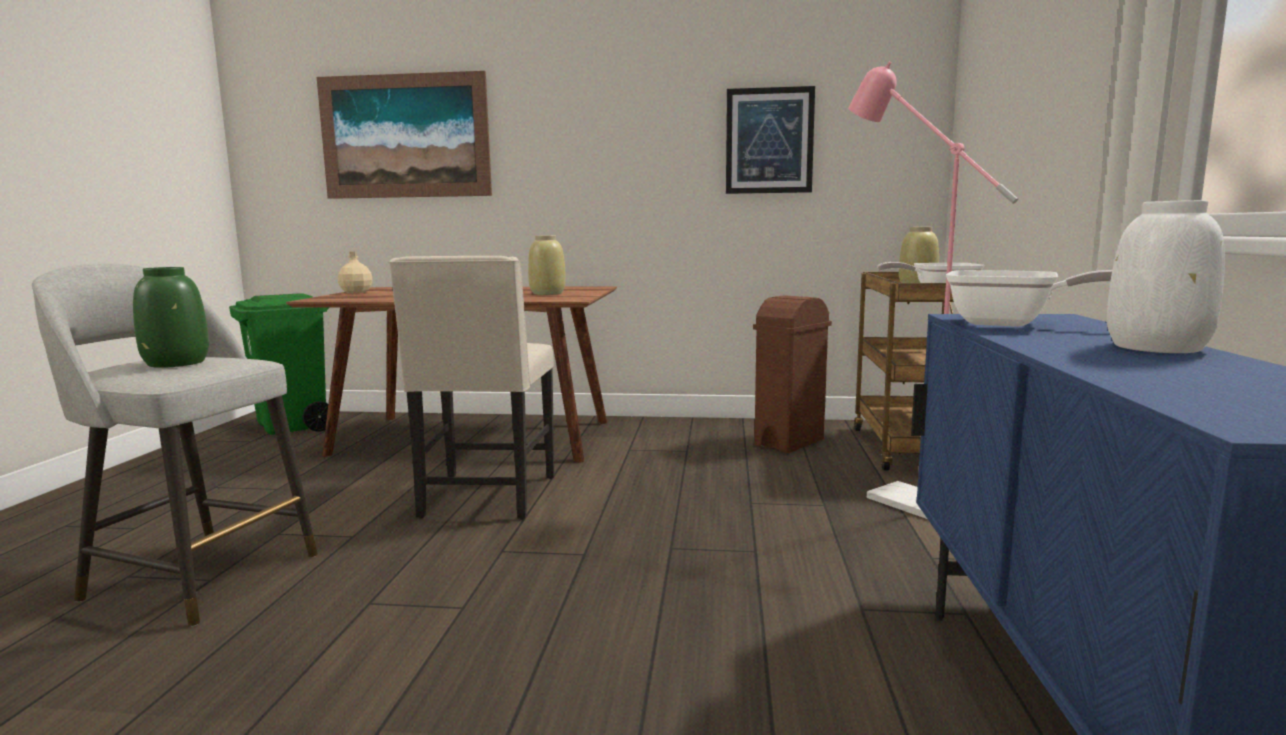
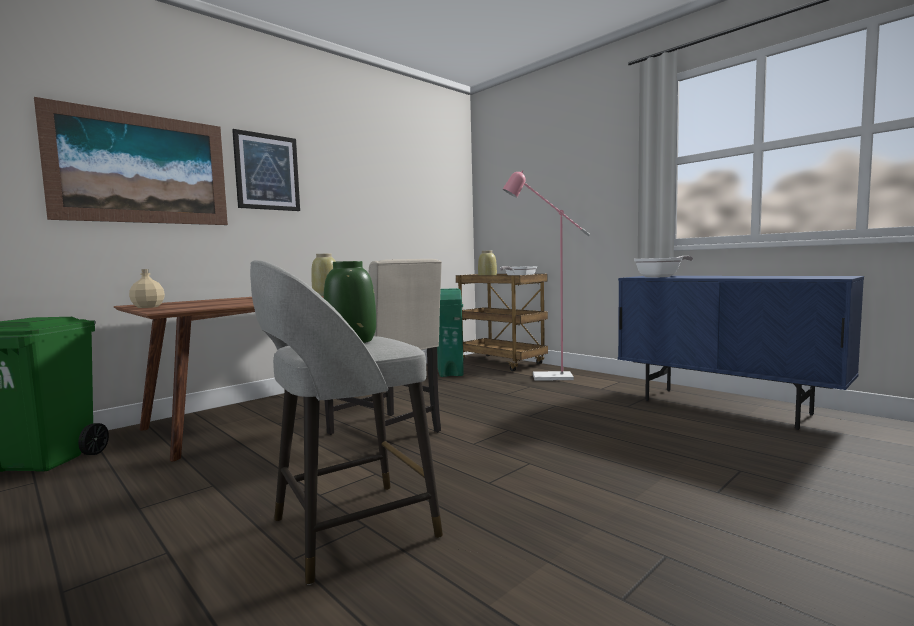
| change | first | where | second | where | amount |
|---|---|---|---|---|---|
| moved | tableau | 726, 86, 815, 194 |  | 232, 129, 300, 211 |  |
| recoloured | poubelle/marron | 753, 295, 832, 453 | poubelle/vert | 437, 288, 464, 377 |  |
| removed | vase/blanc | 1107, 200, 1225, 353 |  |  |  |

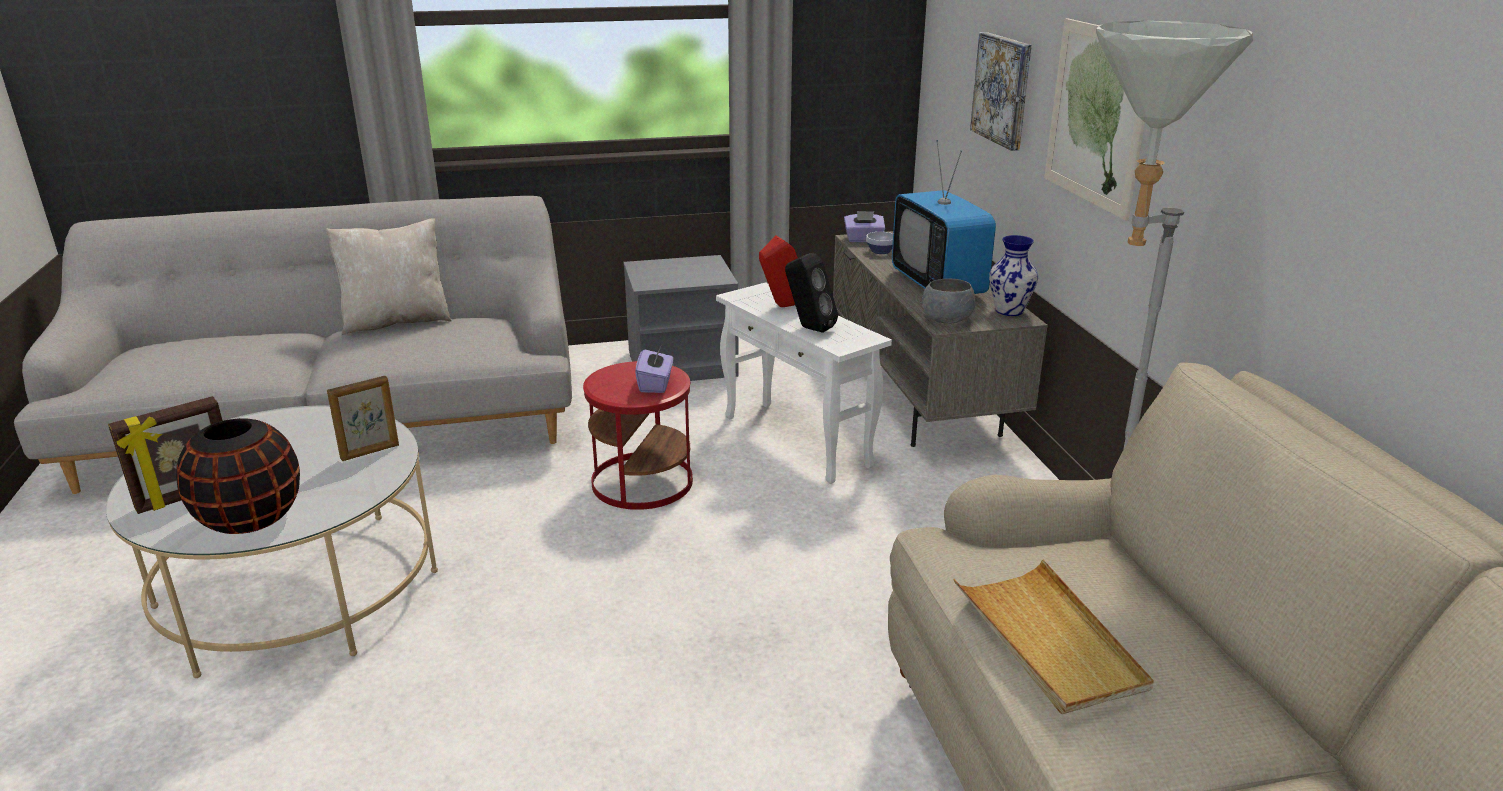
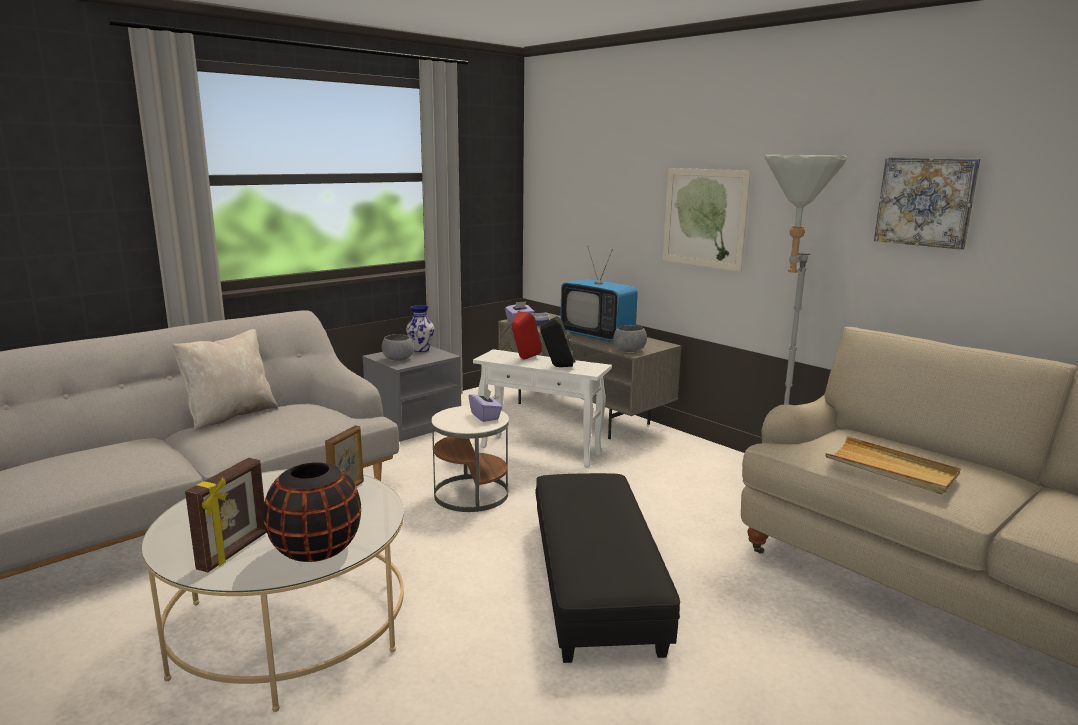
| change | first | where | second | where | amount |
|---|---|---|---|---|---|
| recoloured | table d'appoint/rouge | 583, 361, 693, 510 | table d'appoint/blanc | 431, 406, 509, 512 |  |
| moved | tableau | 970, 32, 1032, 151 |  | 874, 157, 980, 250 |  |
| moved | vase | 989, 235, 1038, 316 |  | 406, 305, 435, 352 |  |
| added |  |  | bol/gris | 382, 334, 414, 361 |  |
| added |  |  | pouf/noir | 535, 473, 680, 663 |  |

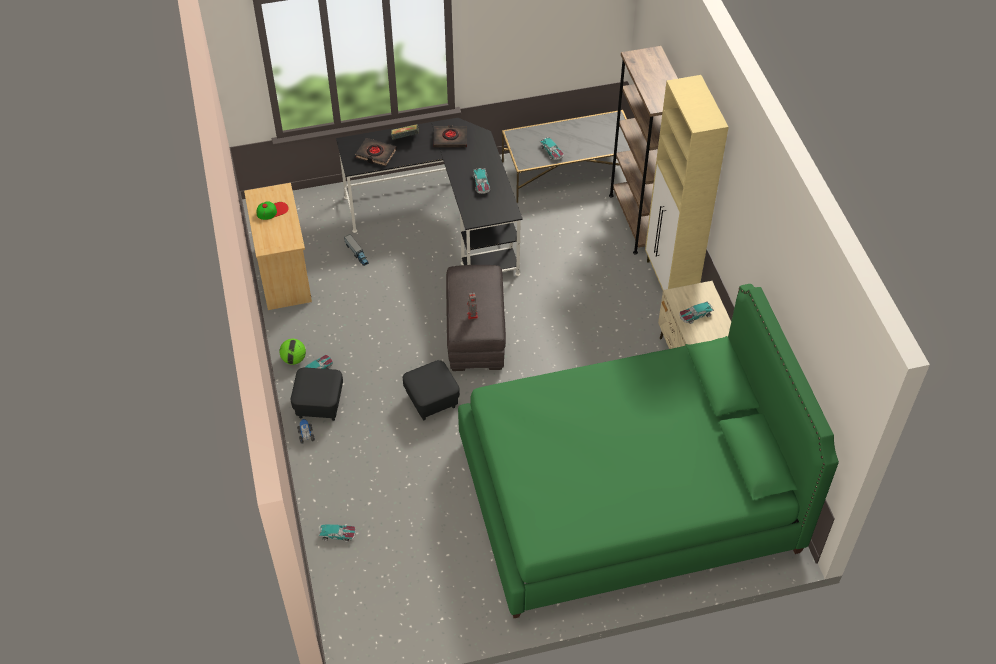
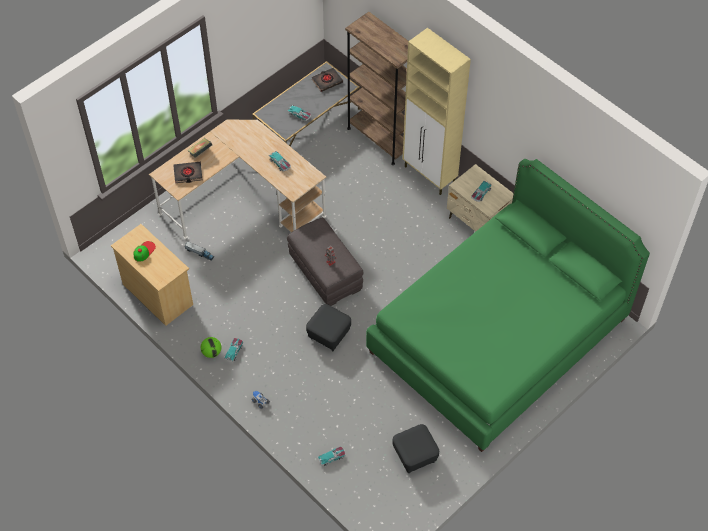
| change | first | where | second | where | amount |
|---|---|---|---|---|---|
| moved | pouf/noir | 291, 367, 343, 421 |  | 392, 424, 439, 473 |  |
| recoloured | bureau/noir | 336, 118, 523, 276 | bureau/beige | 149, 119, 326, 239 |  |
| moved | livre/noir | 433, 125, 467, 147 |  | 312, 68, 343, 92 |  |

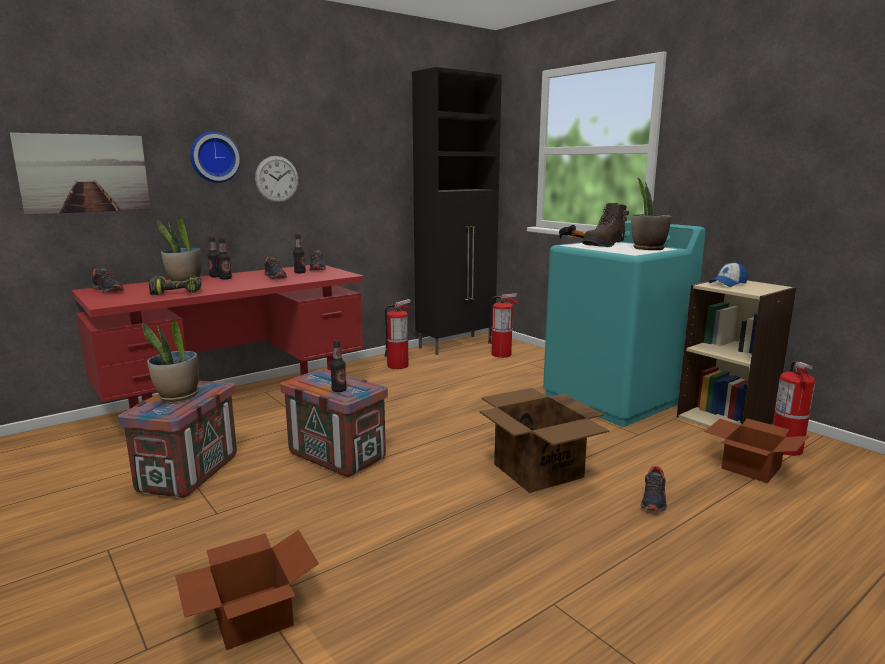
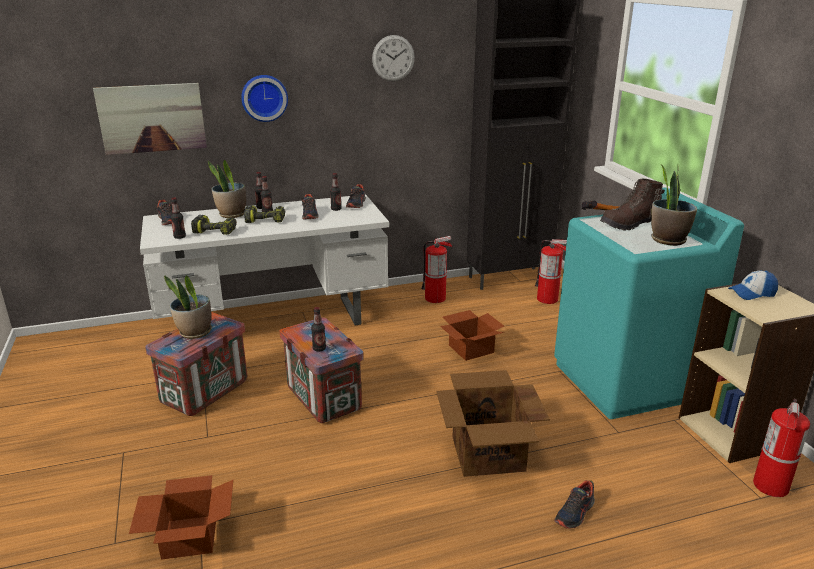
| change | first | where | second | where | amount |
|---|---|---|---|---|---|
| recoloured | bureau/rouge | 72, 265, 364, 409 | bureau/blanc | 140, 194, 389, 325 |  |
| moved | horloge murale | 255, 156, 299, 203 |  | 372, 35, 415, 81 |  |
| moved | carton | 704, 418, 809, 483 |  | 440, 310, 504, 361 |  |
| added |  |  | bouteille | 170, 197, 186, 239 |  |
| added |  |  | perceuse | 244, 205, 285, 223 |  |

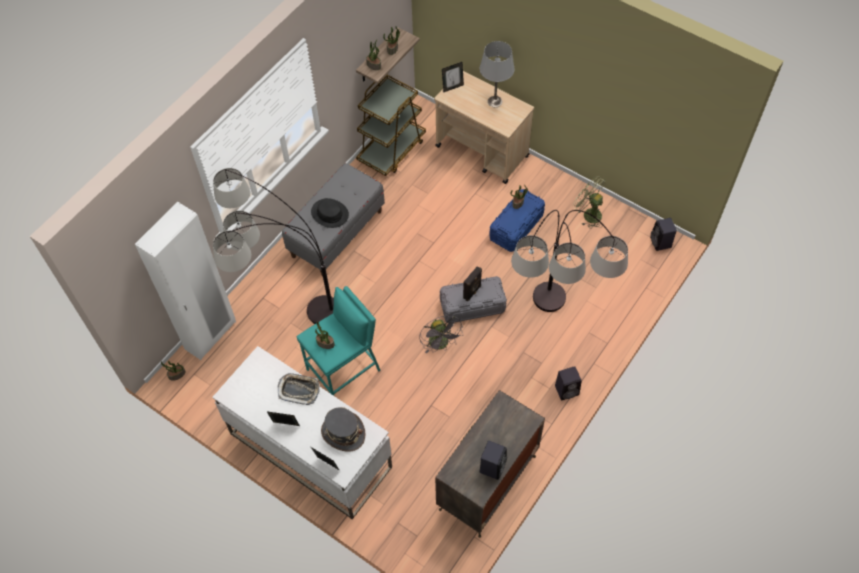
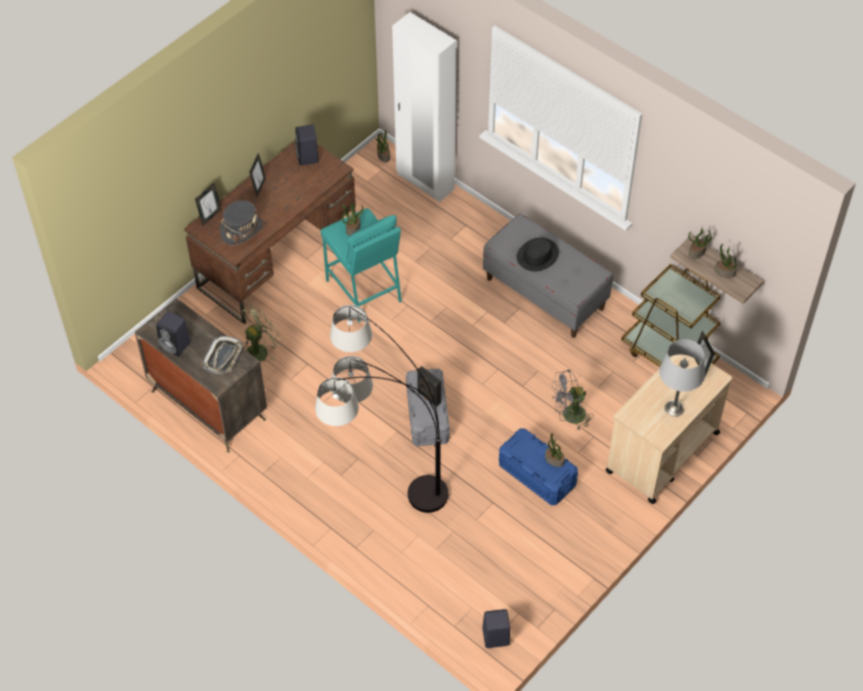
| change | first | where | second | where | amount |
|---|---|---|---|---|---|
| recoloured | bureau/blanc | 212, 346, 392, 519 | bureau/marron | 184, 141, 356, 324 |  |
| removed | lampadaire | 213, 168, 334, 324 |  |  |  |
| moved | plateau | 278, 373, 320, 405 |  | 203, 336, 243, 374 |  |
| moved | ventilateur/gris | 419, 315, 463, 354 |  | 552, 370, 594, 431 |  |
| moved | enceinte/noir | 555, 366, 582, 400 |  | 295, 125, 319, 166 |  |
| moved | ventilateur/vert | 573, 176, 606, 228 |  | 242, 306, 282, 362 |  |

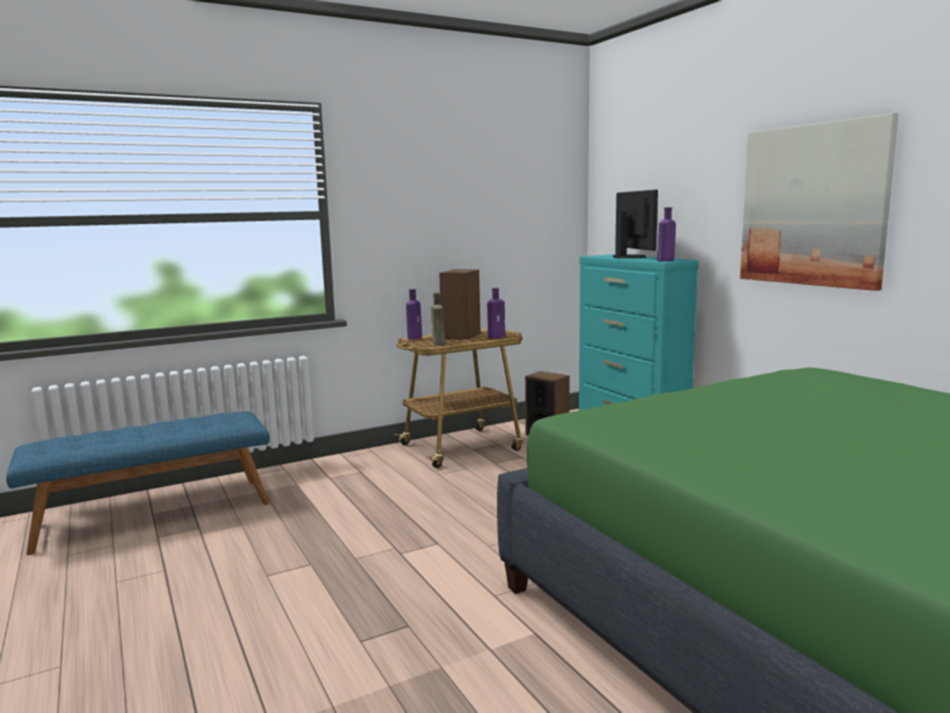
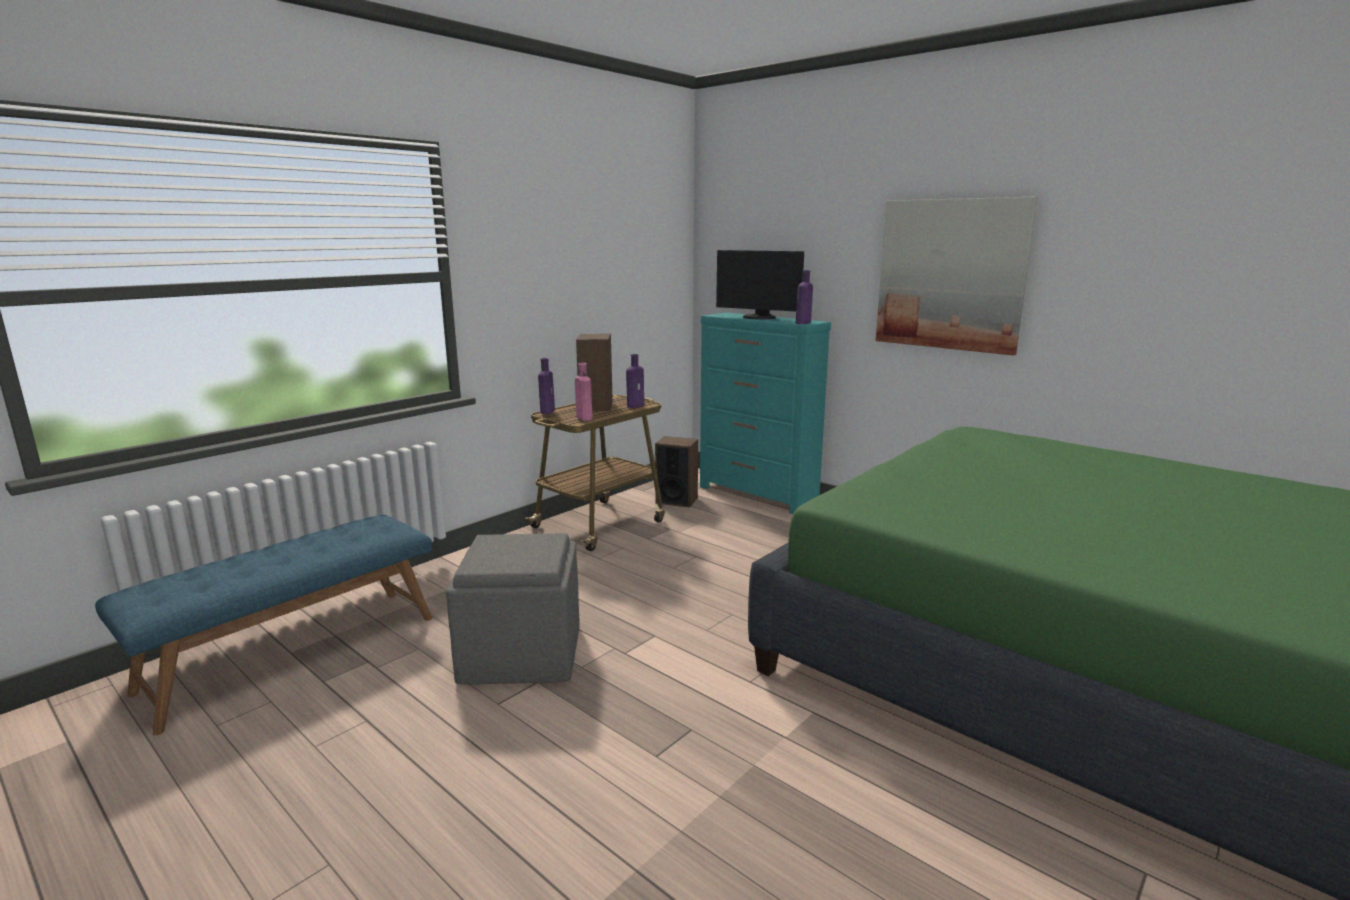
| change | first | where | second | where | amount |
|---|---|---|---|---|---|
| recoloured | bouteille/marron | 431, 293, 445, 346 | bouteille/rose | 575, 363, 593, 421 |  |
| turned | écran d'ordinateur | 613, 190, 658, 259 |  | 716, 250, 804, 319 | 150 degrees clockwise |
| added |  |  | pouf/gris | 446, 533, 579, 684 |  |

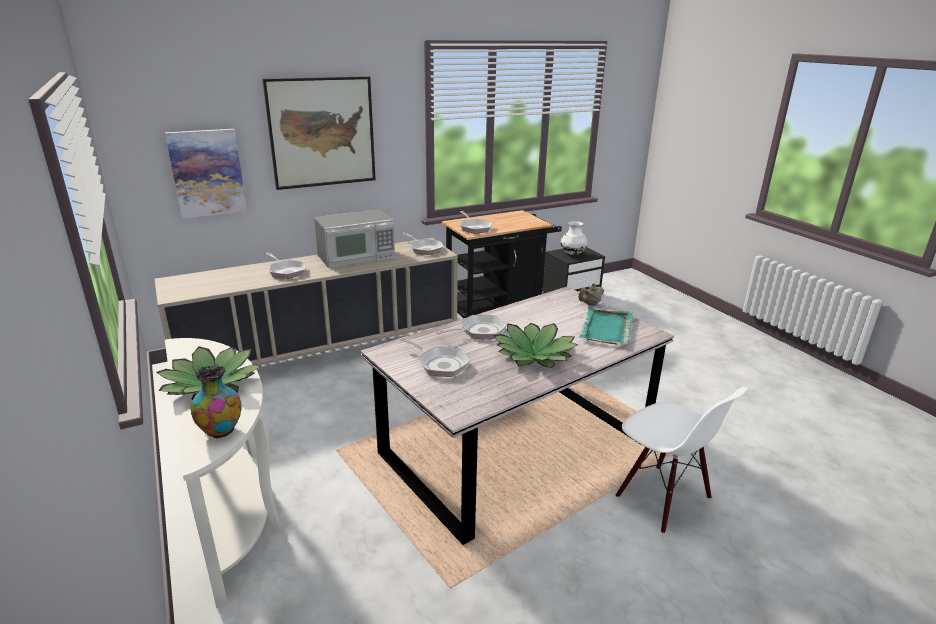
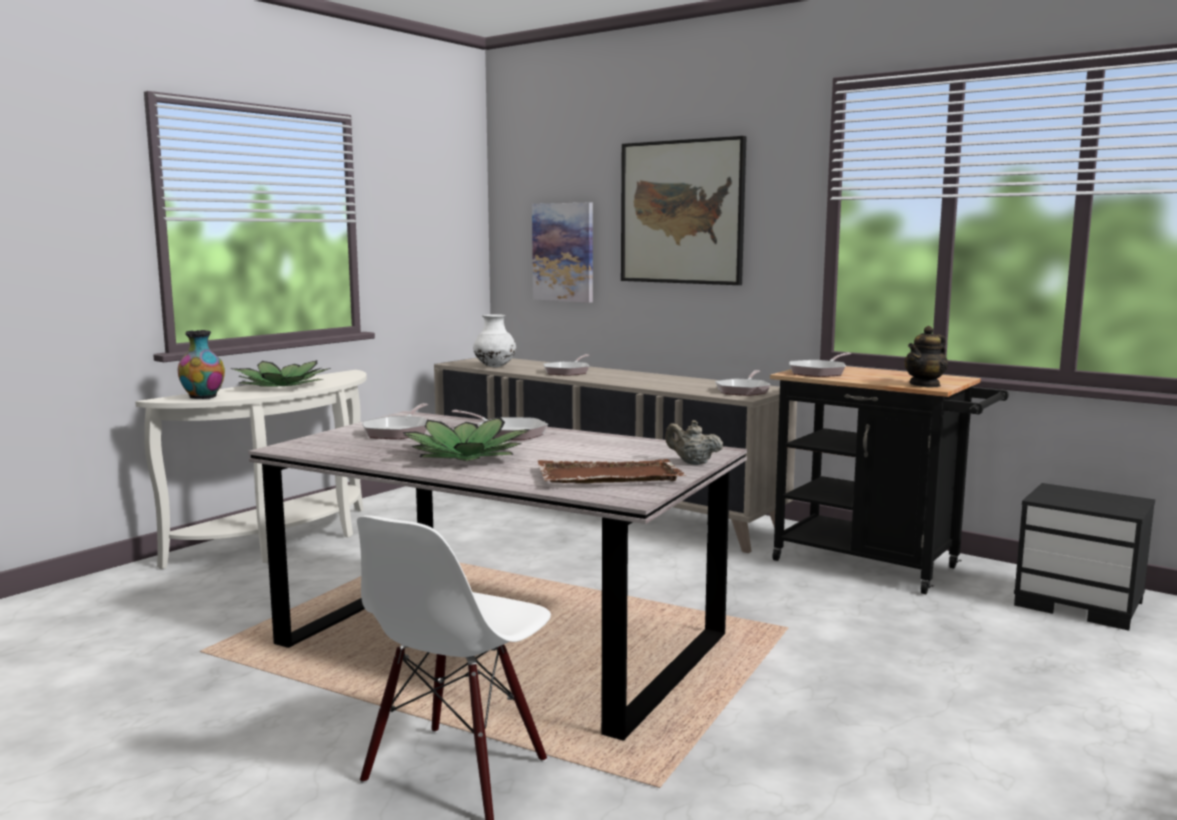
| change | first | where | second | where | amount |
|---|---|---|---|---|---|
| removed | micro-ondes | 314, 209, 395, 268 |  |  |  |
| moved | vase/blanc | 560, 221, 588, 255 |  | 473, 314, 516, 367 |  |
| recoloured | plateau/turquoise | 579, 308, 633, 345 | plateau/marron | 537, 459, 686, 483 |  |
| added |  |  | théière | 904, 326, 948, 388 |  |

